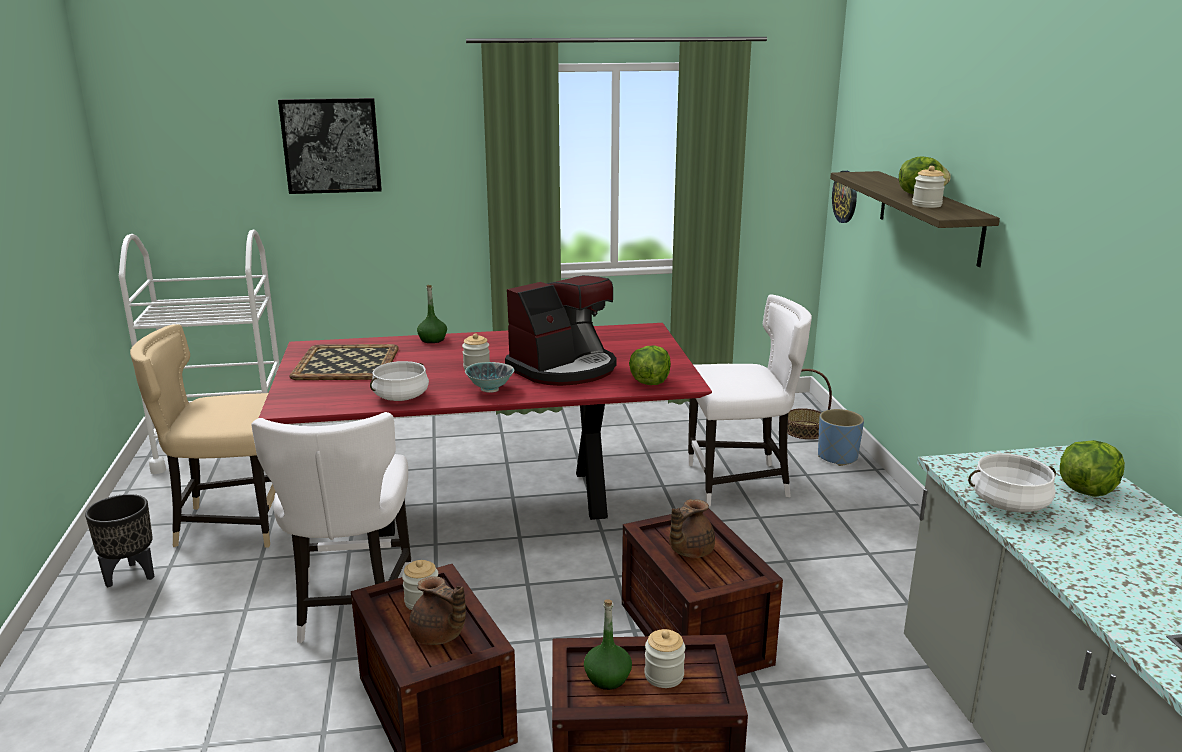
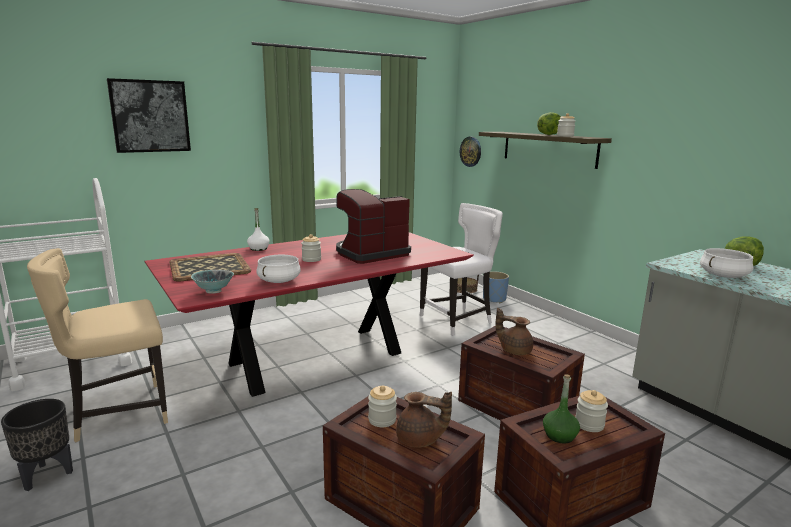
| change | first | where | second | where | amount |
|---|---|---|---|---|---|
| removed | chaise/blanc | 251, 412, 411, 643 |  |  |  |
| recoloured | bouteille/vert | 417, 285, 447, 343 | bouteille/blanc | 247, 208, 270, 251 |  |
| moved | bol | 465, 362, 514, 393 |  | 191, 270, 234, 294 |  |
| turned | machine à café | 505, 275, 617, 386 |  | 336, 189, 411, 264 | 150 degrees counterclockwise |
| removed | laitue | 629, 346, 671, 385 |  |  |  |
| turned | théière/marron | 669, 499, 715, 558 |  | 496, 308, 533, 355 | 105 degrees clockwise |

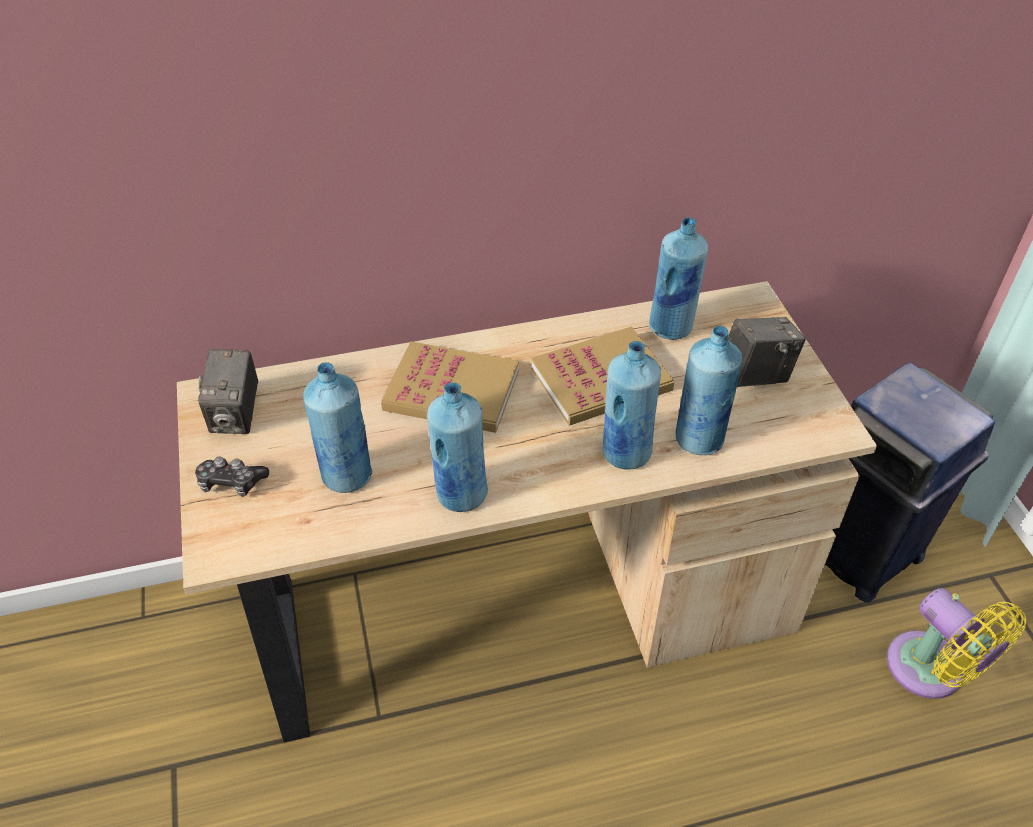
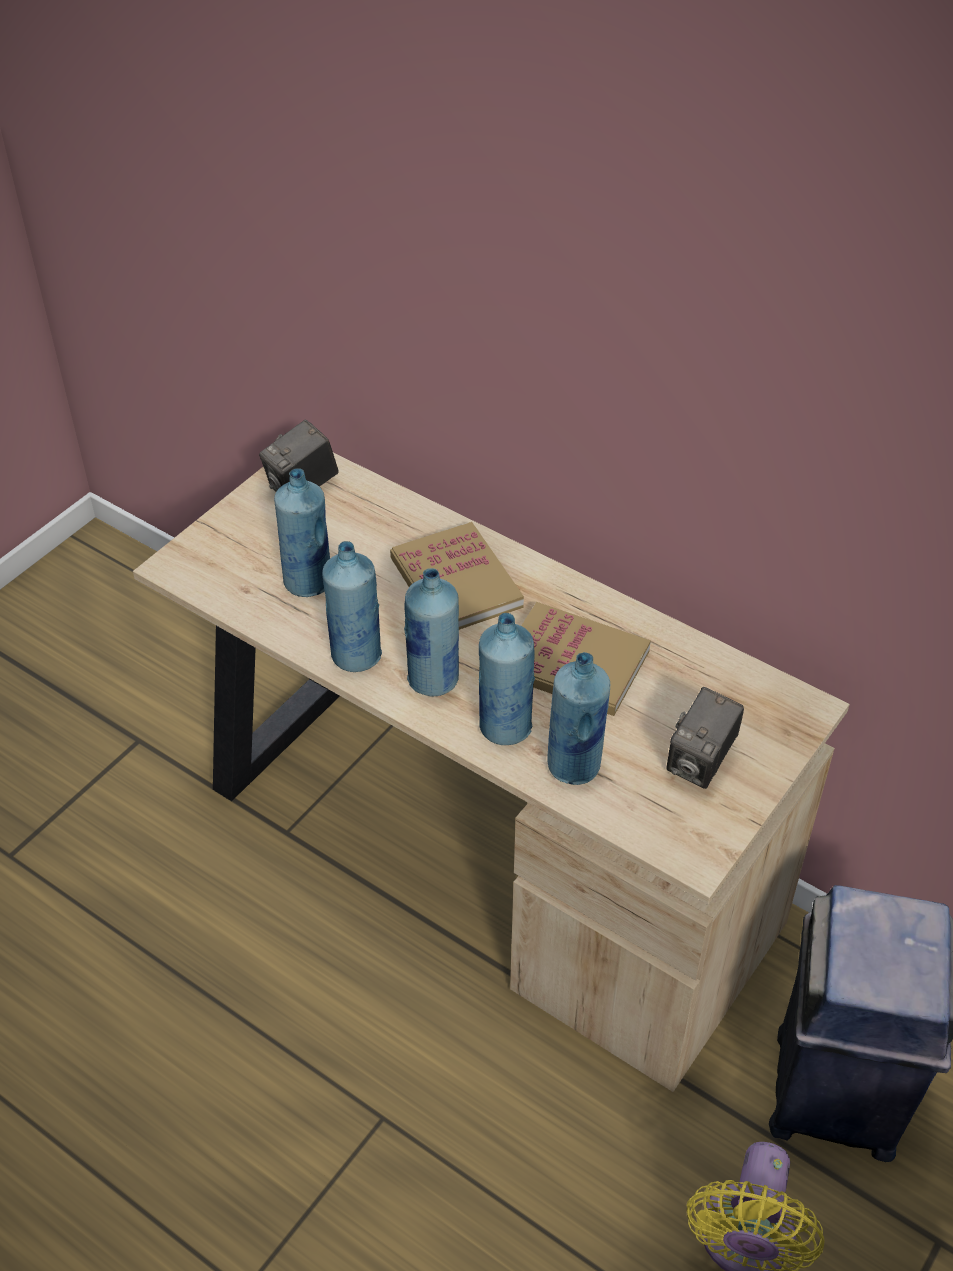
| change | first | where | second | where | amount |
|---|---|---|---|---|---|
| removed | manette | 195, 457, 269, 497 |  |  |  |
| moved | bouteille/bleu | 649, 217, 708, 340 |  | 404, 568, 459, 696 |  |
| turned | appareil photo | 728, 317, 806, 387 |  | 666, 687, 744, 789 | 90 degrees clockwise |

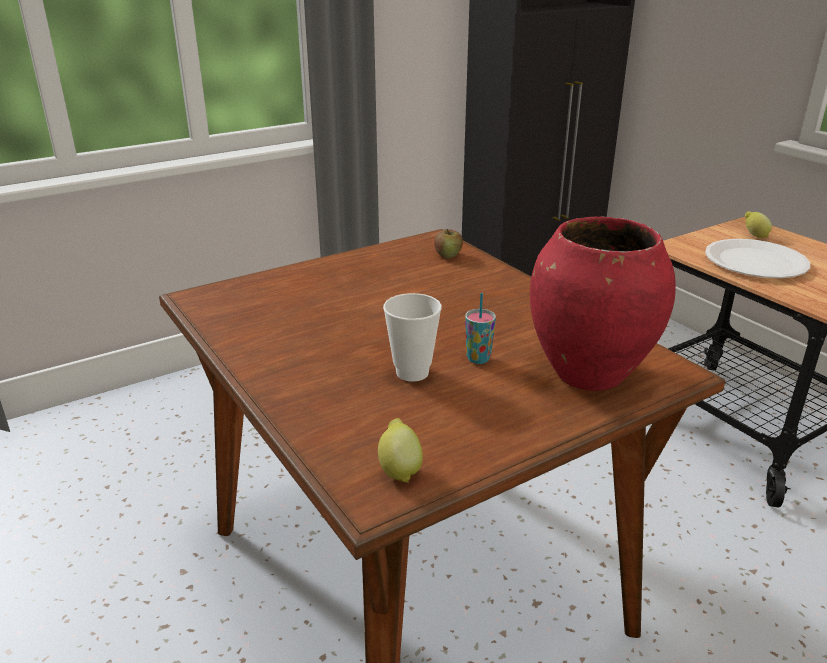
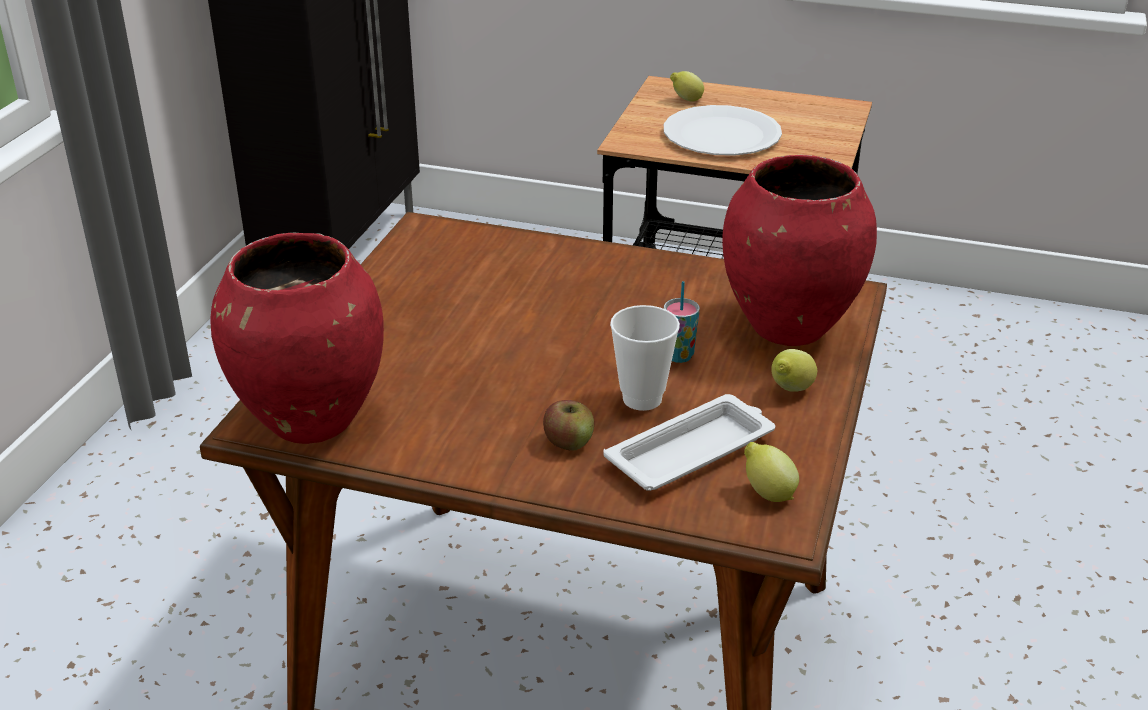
| change | first | where | second | where | amount |
|---|---|---|---|---|---|
| moved | pomme | 434, 229, 463, 258 |  | 543, 400, 594, 451 |  |
| added |  |  | vase/rouge | 211, 233, 384, 444 |  |
| added |  |  | plateau/blanc | 603, 394, 775, 491 |  |
| added |  |  | citron | 771, 349, 817, 392 |  |

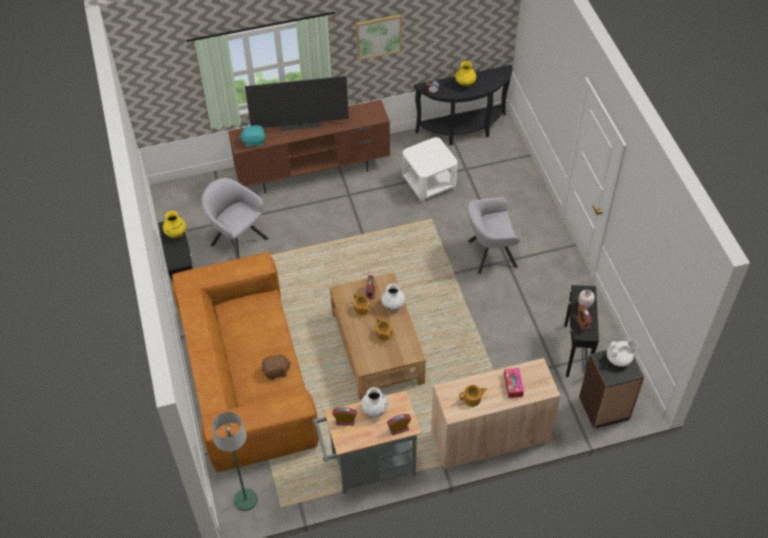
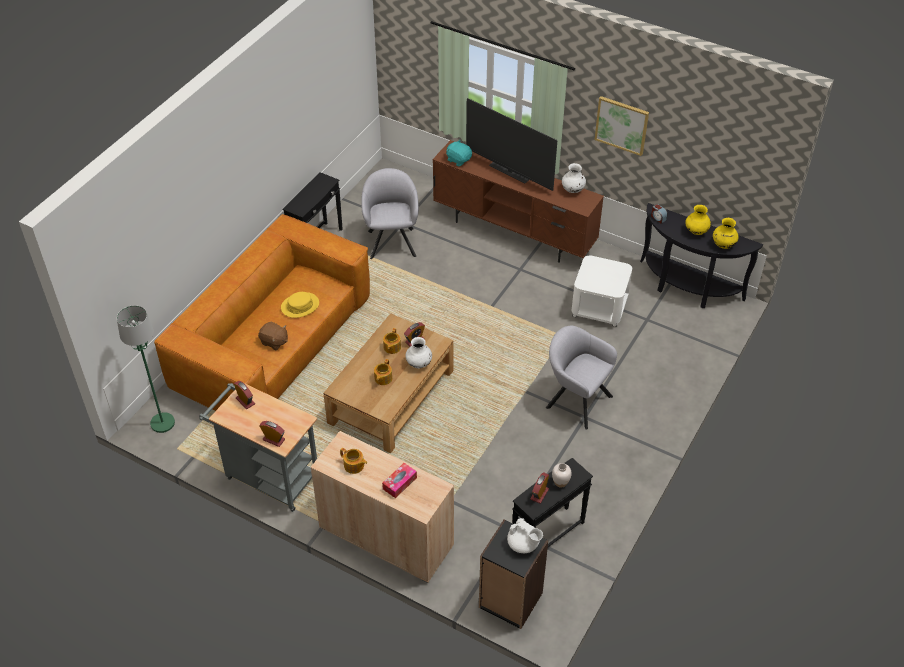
| change | first | where | second | where | amount |
|---|---|---|---|---|---|
| moved | vase/jaune | 163, 211, 186, 238 |  | 713, 218, 738, 249 |  |
| moved | vase/blanc | 361, 387, 388, 417 |  | 562, 163, 586, 193 |  |
| added |  |  | chapeau/jaune | 281, 292, 319, 318 |  |

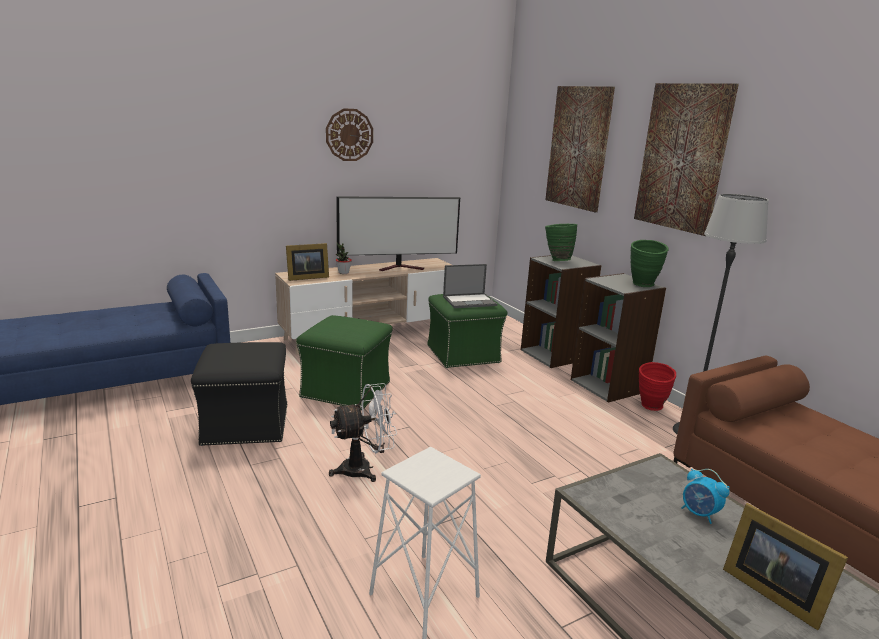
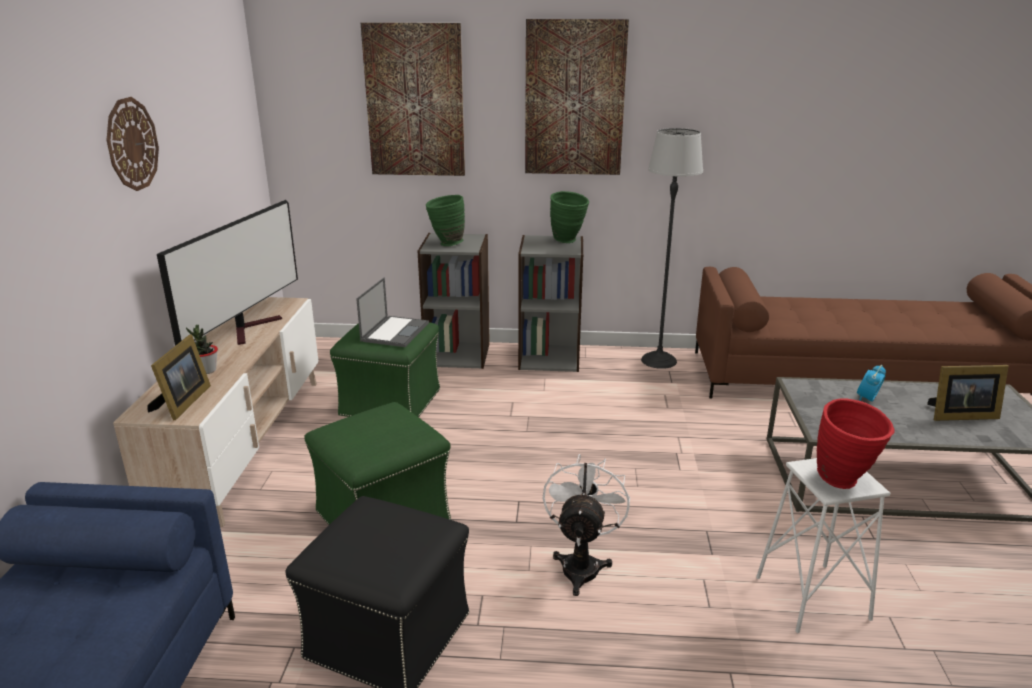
| change | first | where | second | where | amount |
|---|---|---|---|---|---|
| moved | vase/rouge | 639, 362, 676, 411 |  | 817, 398, 895, 489 |  |
| turned | réveil | 681, 469, 730, 524 |  | 857, 365, 886, 401 | 135 degrees clockwise |

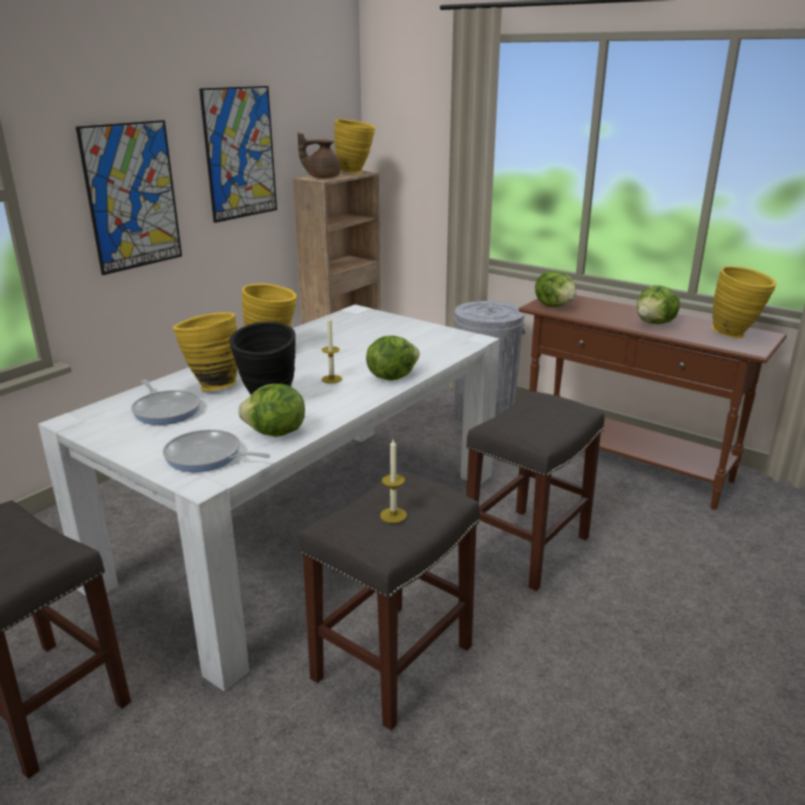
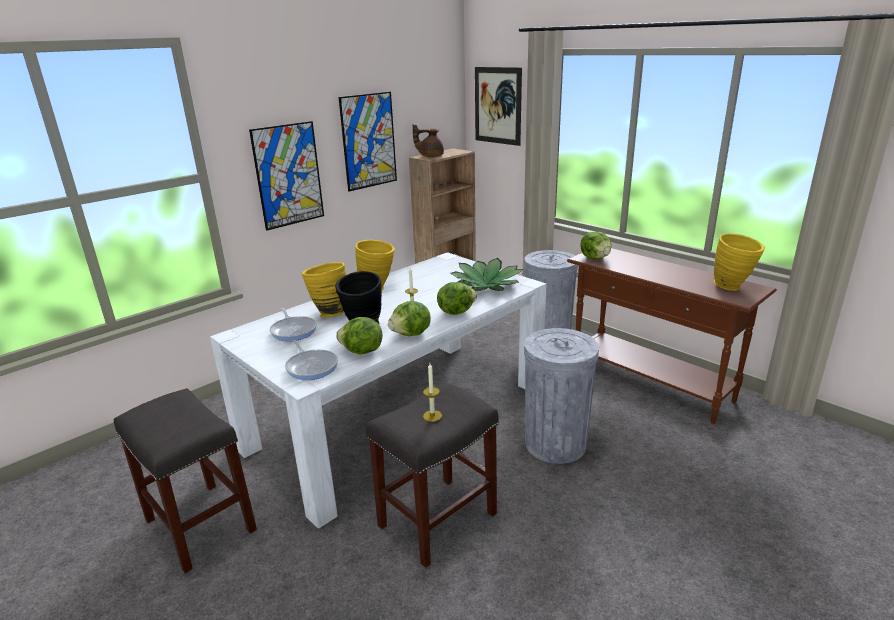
| change | first | where | second | where | amount |
|---|---|---|---|---|---|
| turned | poêle | 163, 430, 271, 472 |  | 285, 340, 338, 380 | 150 degrees counterclockwise |
| removed | vase/jaune | 334, 119, 376, 174 |  |  |  |
| replaced | tabouret/gris | 466, 391, 604, 591 | poubelle/gris | 524, 328, 599, 464 |  |
| moved | laitue | 637, 285, 680, 324 |  | 388, 301, 431, 336 |  |
| added |  |  | plante en pot | 450, 258, 524, 291 |  |
| added |  |  | tableau | 475, 67, 522, 146 |  |

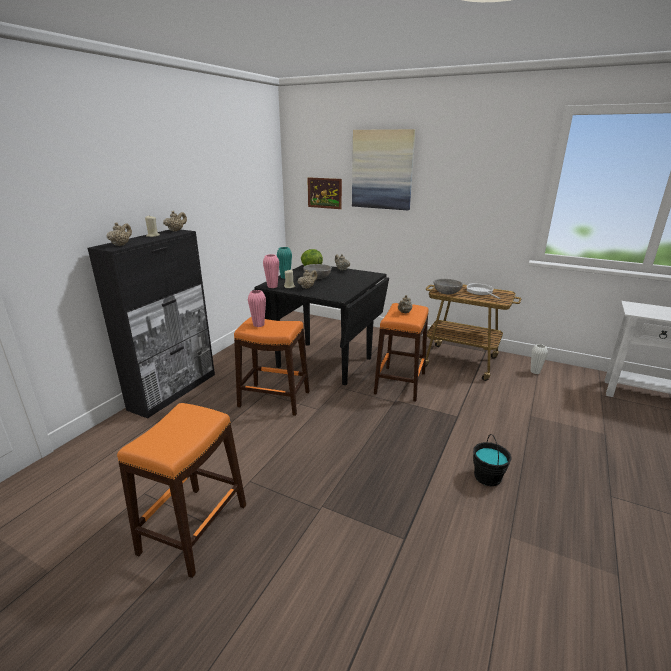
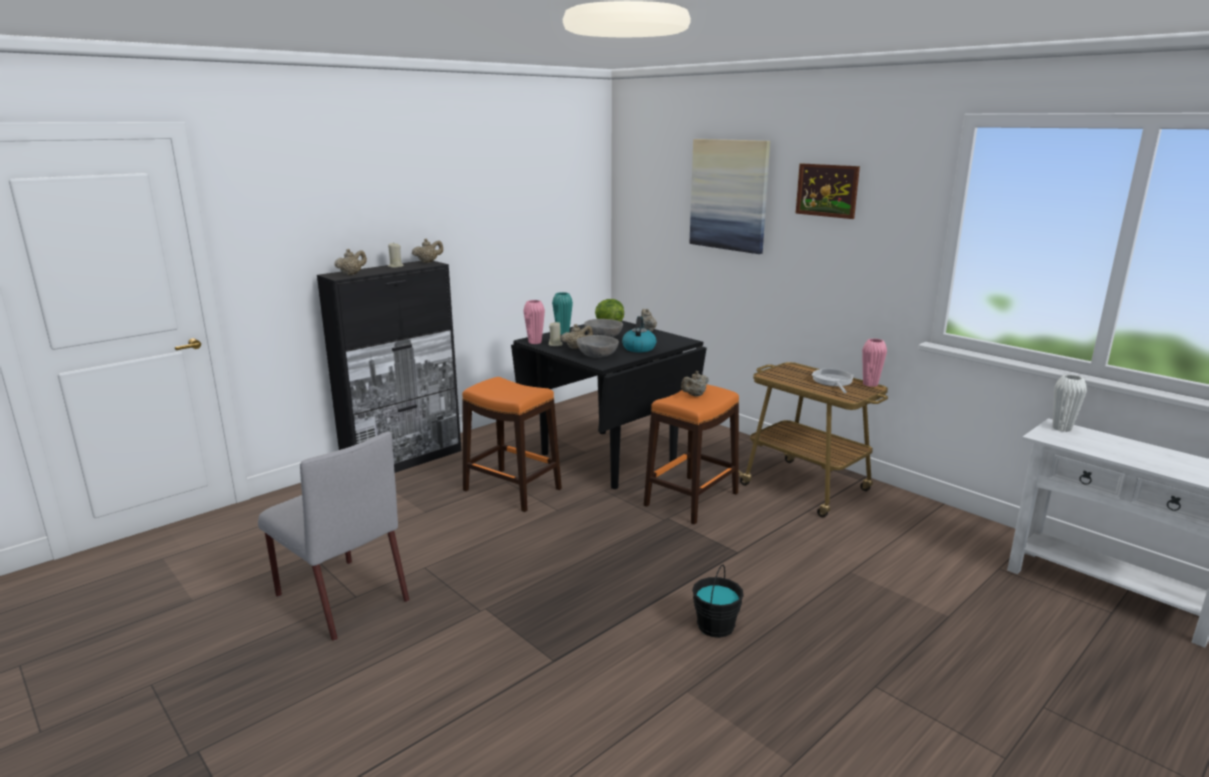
| change | first | where | second | where | amount |
|---|---|---|---|---|---|
| replaced | tabouret/orange | 117, 403, 246, 578 | chaise/gris | 258, 432, 409, 641 |  |
| moved | vase/rose | 248, 290, 266, 327 |  | 862, 339, 887, 387 |  |
| moved | tableau | 307, 177, 342, 209 |  | 795, 163, 860, 219 |  |
| moved | bol/gris | 434, 279, 463, 294 |  | 576, 335, 619, 358 |  |
| moved | vase/blanc | 531, 344, 548, 374 |  | 1052, 374, 1087, 432 |  |
| added |  |  | bouilloire | 622, 316, 656, 352 |  |

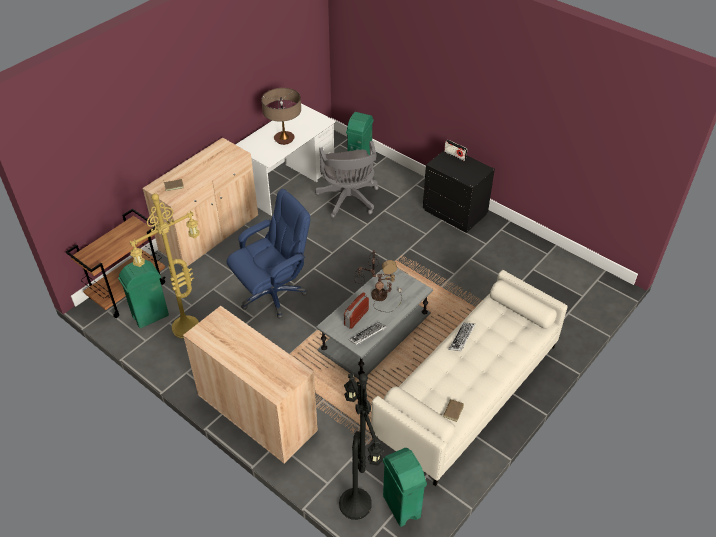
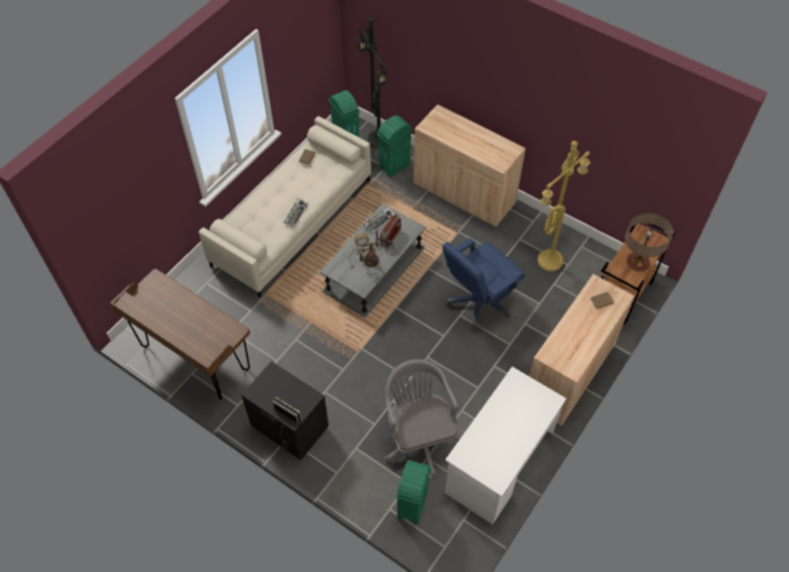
| change | first | where | second | where | amount |
|---|---|---|---|---|---|
| moved | poubelle/vert | 118, 260, 169, 328 |  | 377, 116, 413, 177 |  |
| moved | lampe de table | 261, 88, 301, 145 |  | 625, 213, 673, 272 |  |
| added |  |  | bureau/marron | 111, 269, 250, 400 |  |

